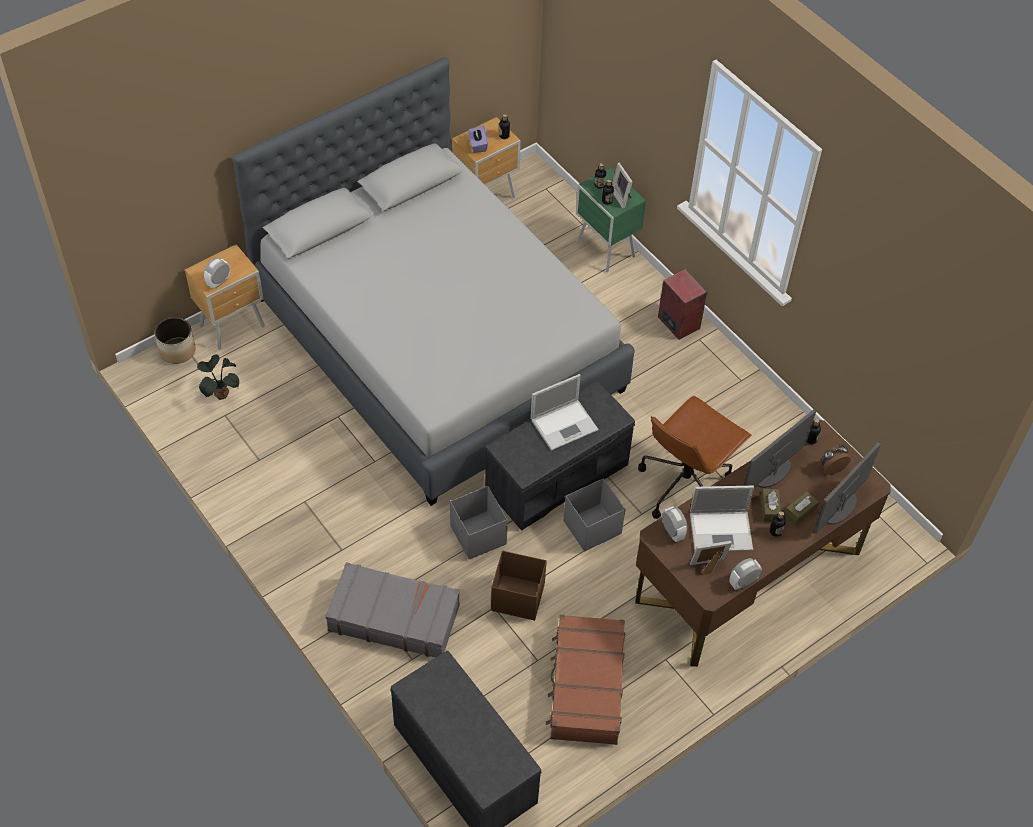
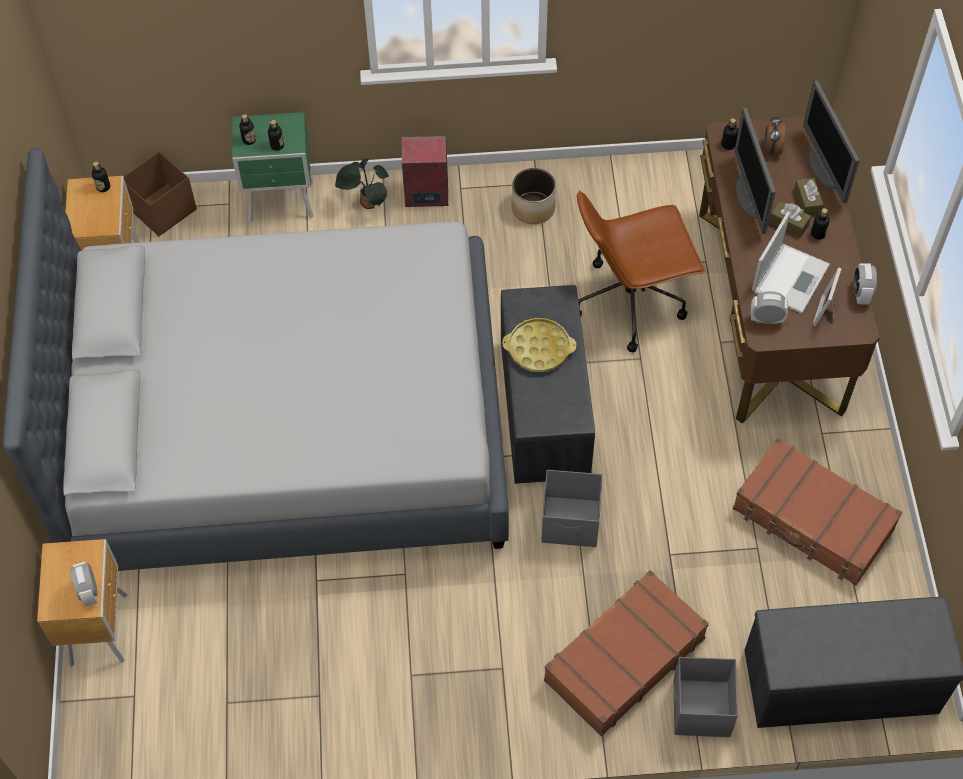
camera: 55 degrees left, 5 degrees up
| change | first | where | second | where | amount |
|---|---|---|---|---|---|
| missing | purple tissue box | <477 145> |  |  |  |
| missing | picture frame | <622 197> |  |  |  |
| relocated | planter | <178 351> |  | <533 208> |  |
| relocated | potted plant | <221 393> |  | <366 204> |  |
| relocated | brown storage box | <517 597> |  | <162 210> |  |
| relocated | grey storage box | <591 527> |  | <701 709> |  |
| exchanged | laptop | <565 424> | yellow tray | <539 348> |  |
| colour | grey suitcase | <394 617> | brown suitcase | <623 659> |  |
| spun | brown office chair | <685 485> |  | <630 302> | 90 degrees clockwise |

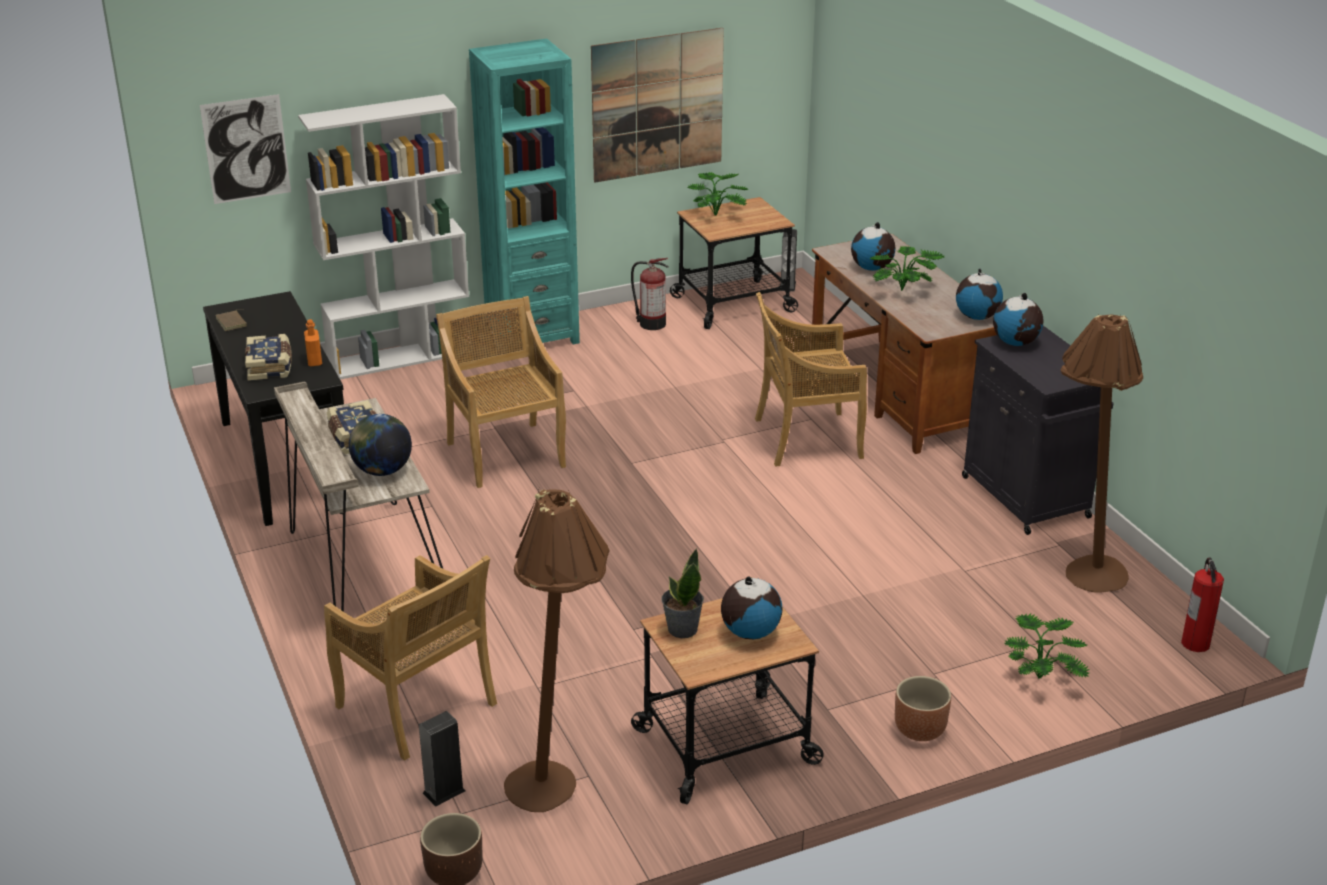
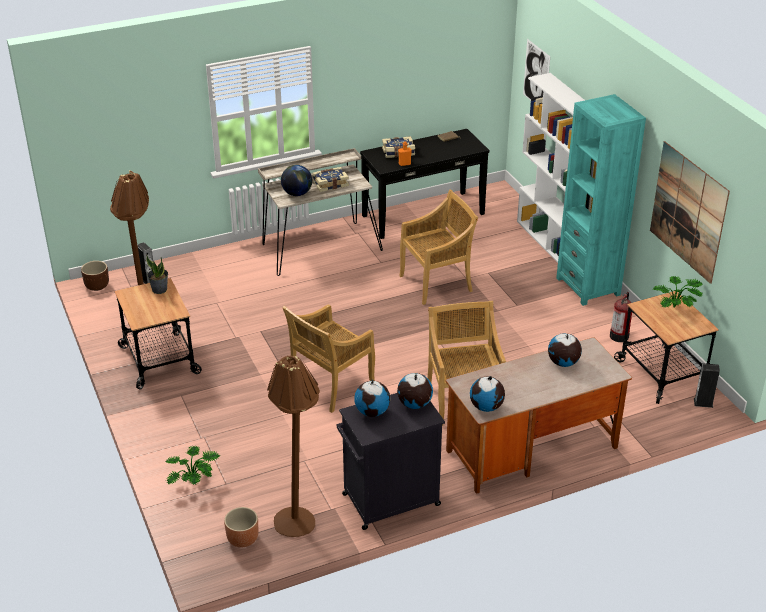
camera: 90 degrees right, 5 degrees up
| change | first | where | second | where | amount |
|---|---|---|---|---|---|
| missing | potted plant | <904 292> |  |  |  |
| missing | fire extinguisher | <1195 643> |  |  |  |
| relocated | beige chair | <418 707> |  | <330 385> |  |
| relocated | globe | <750 632> |  | <372 412> |  |
| relocated | brown planter | <919 730> |  | <243 539> |  |

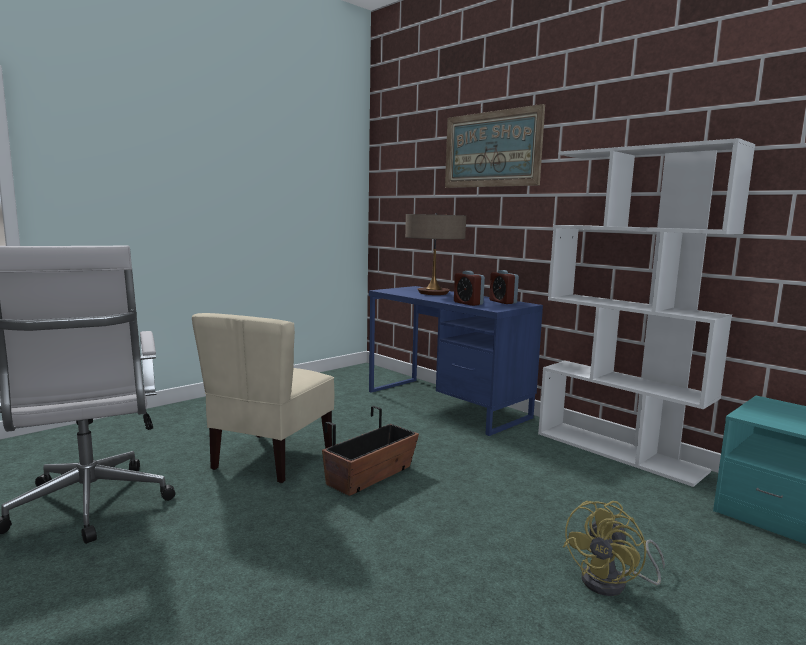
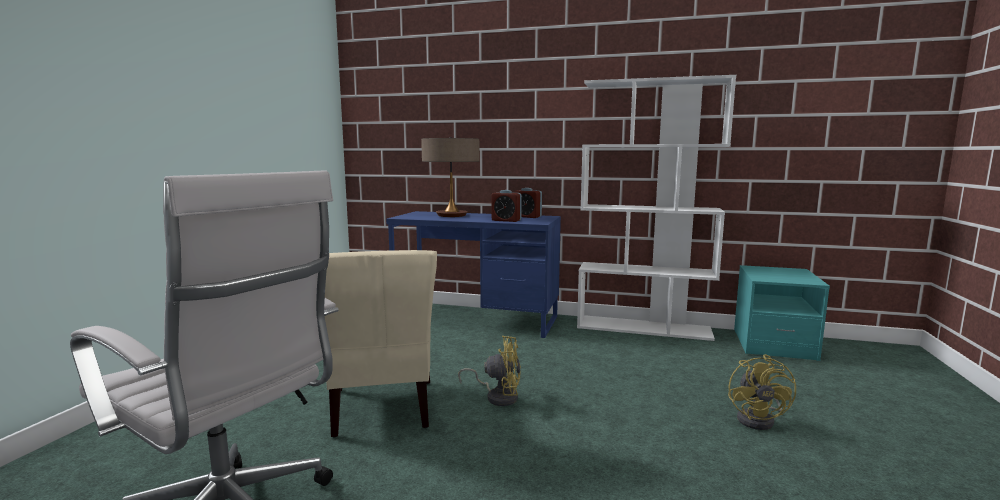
camera: 30 degrees left, 0 degrees up
| change | first | where | second | where | amount |
|---|---|---|---|---|---|
| missing | picture | <491 149> |  |  |  |
| exchanged | planter | <370 476> | yellow fan | <498 396> |  |

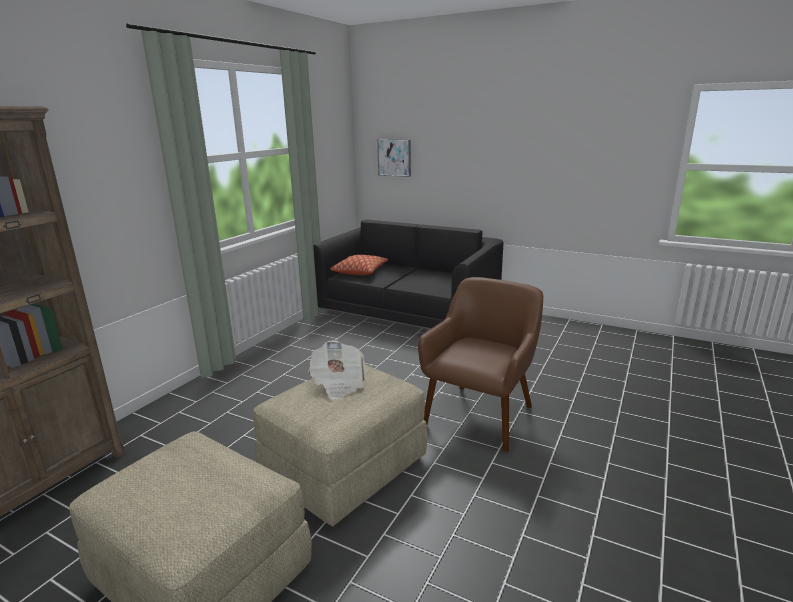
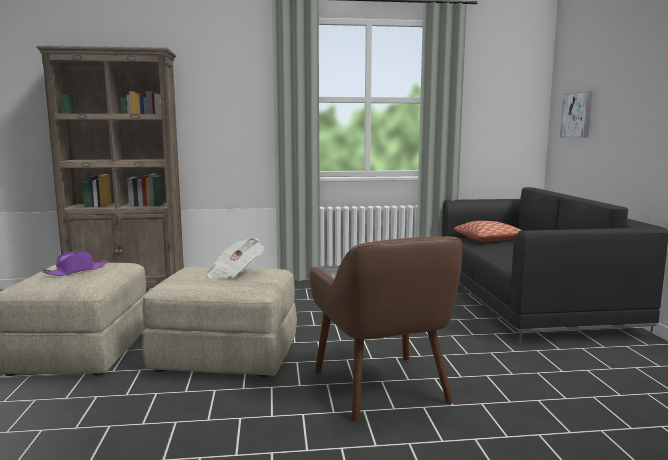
camera: 55 degrees right, 10 degrees down
| change | first | where | second | where | amount |
|---|---|---|---|---|---|
| appeared |  |  | purple hat | <76 271> |  |
| spun | brown armchair | <480 415> |  | <382 388> | 75 degrees clockwise |

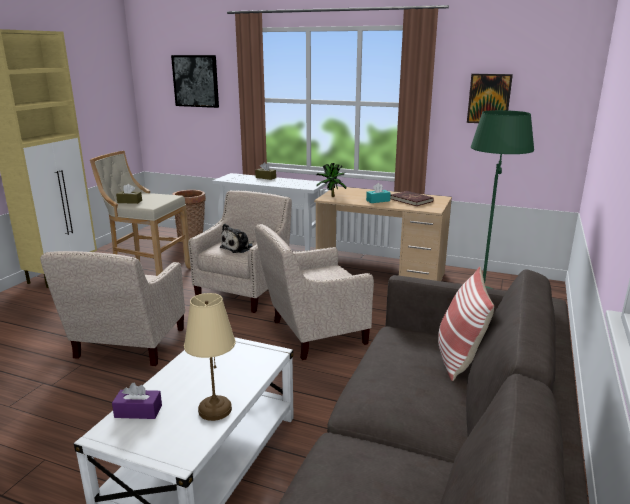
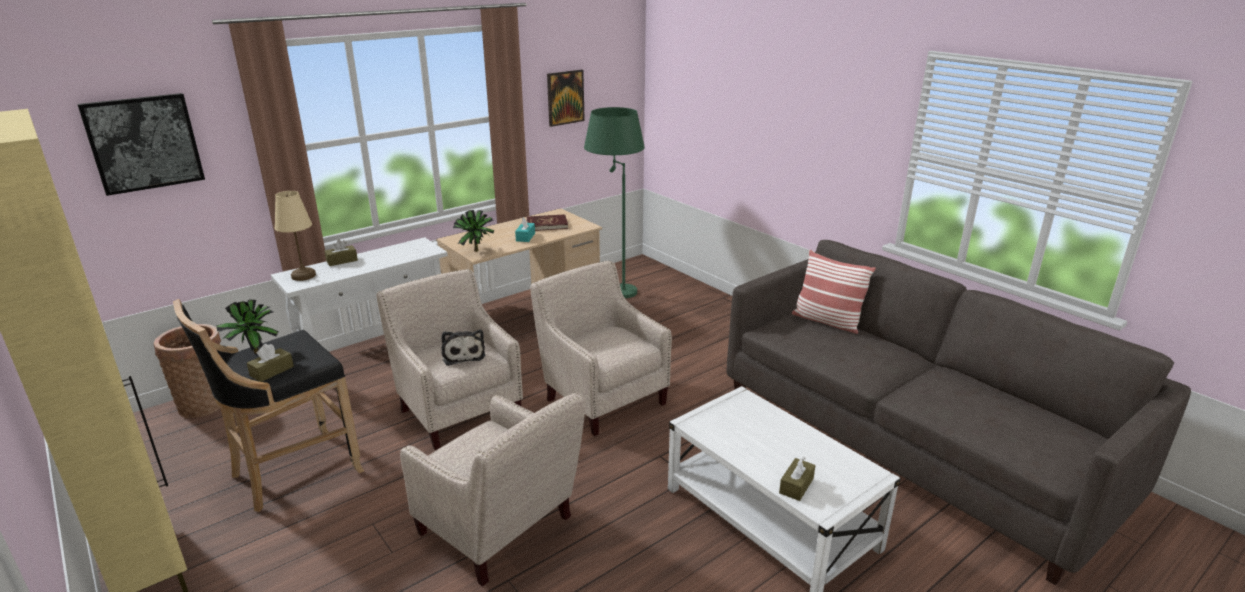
camera: 60 degrees left, 5 degrees up
| change | first | where | second | where | amount |
|---|---|---|---|---|---|
| appeared |  |  | potted plant | <252 353> |  |
| relocated | beige table lamp | <215 410> |  | <304 276> |  |
| colour | beige stool | <148 274> | black stool | <292 473> |  |
| colour | purple tissue box | <138 411> | brown tissue box | <796 486> |  |
| spun | beige armchair | <312 333> |  | <603 397> | 135 degrees clockwise |

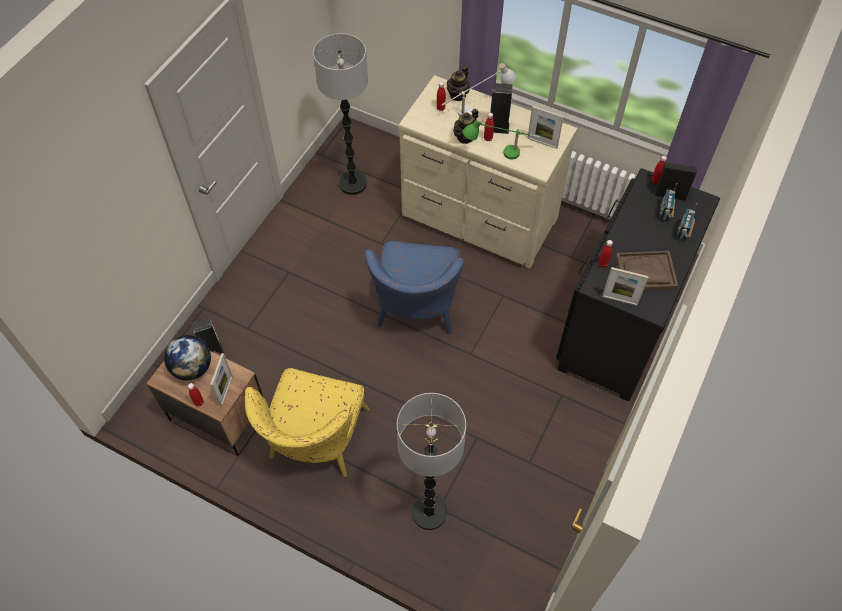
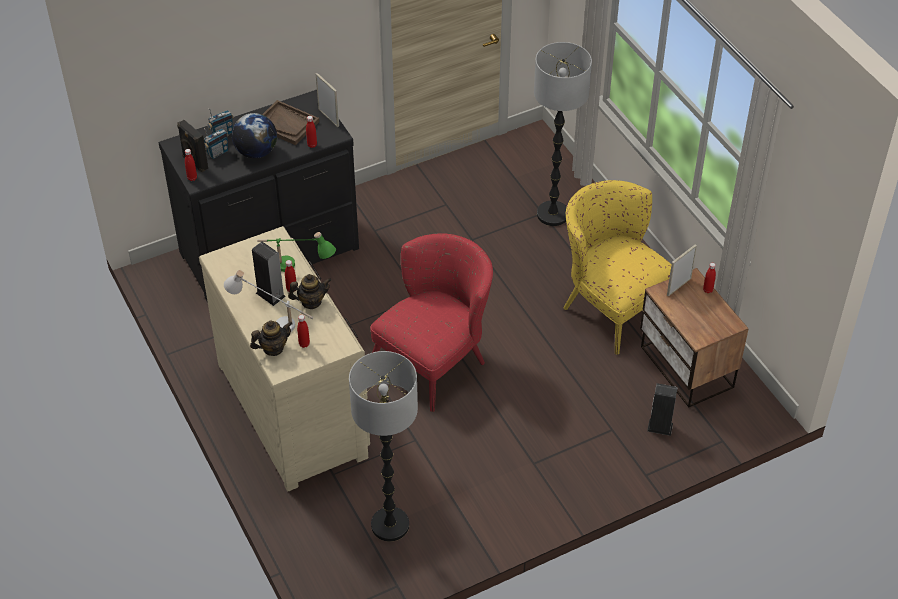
camera: 145 degrees left, 10 degrees down
| change | first | where | second | where | amount |
|---|---|---|---|---|---|
| missing | picture frame | <542 143> |  |  |  |
| relocated | globe | <192 368> |  | <256 152> |  |
| colour | blue armchair | <416 310> | red armchair | <436 358> |  |
| spun | yellow armchair | <314 443> |  | <611 303> | 90 degrees counterclockwise |

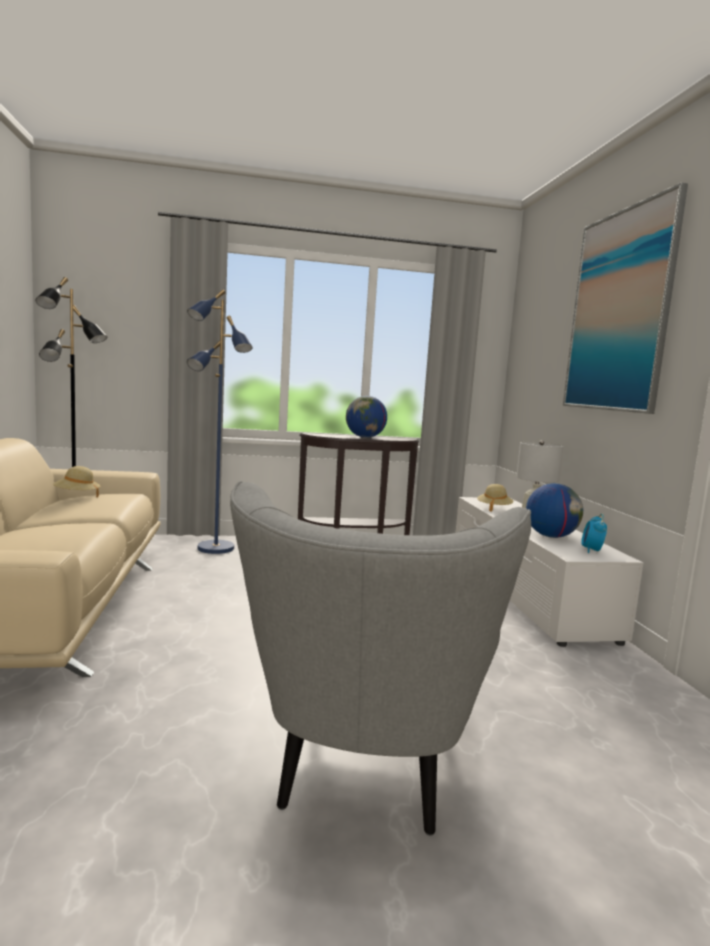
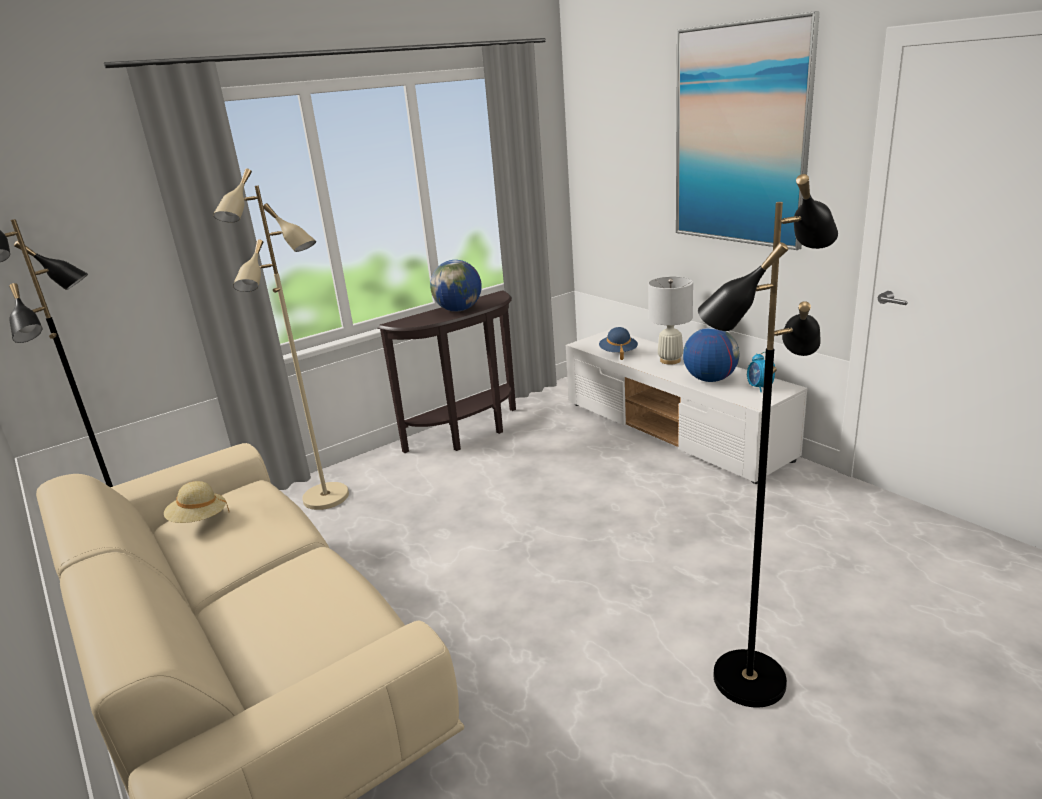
camera: 25 degrees left, 15 degrees up
| change | first | where | second | where | amount |
|---|---|---|---|---|---|
| exchanged | grey armchair | <364 767> | black floor lamp | <748 678> |  |
| colour | blue floor lamp | <215 548> | beige floor lamp | <326 498> |  |
| colour | beige hat | <494 508> | blue hat | <618 353> |  |

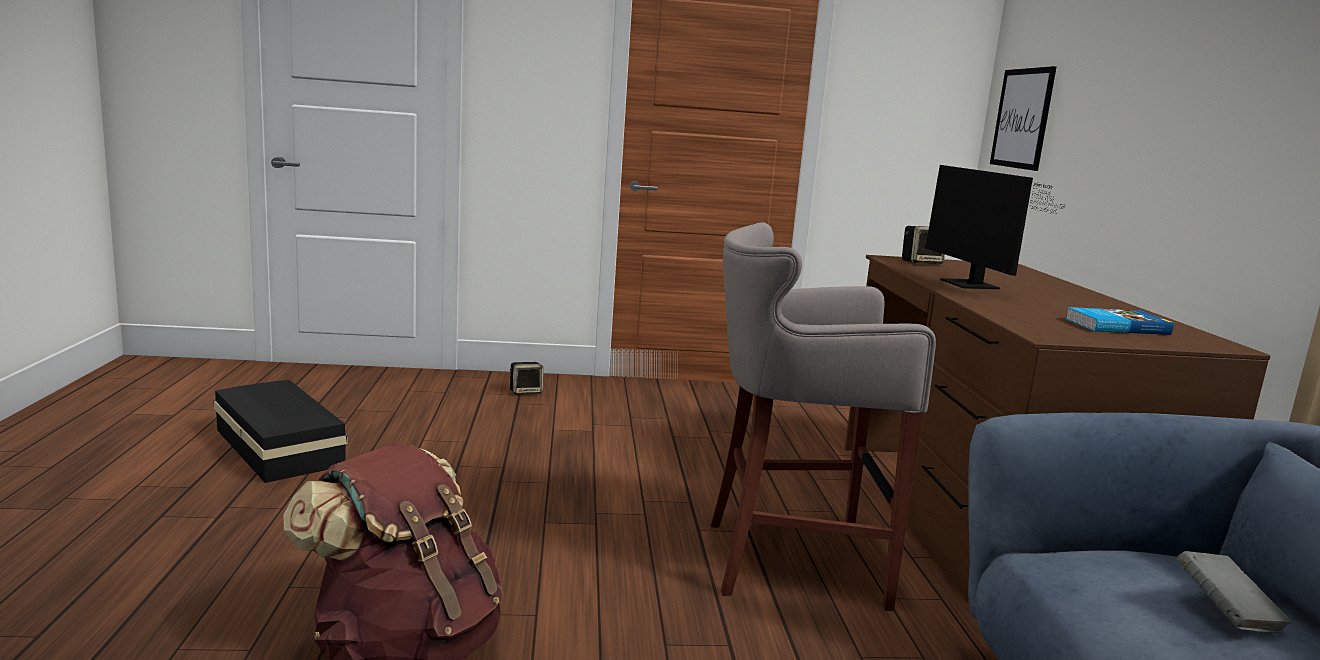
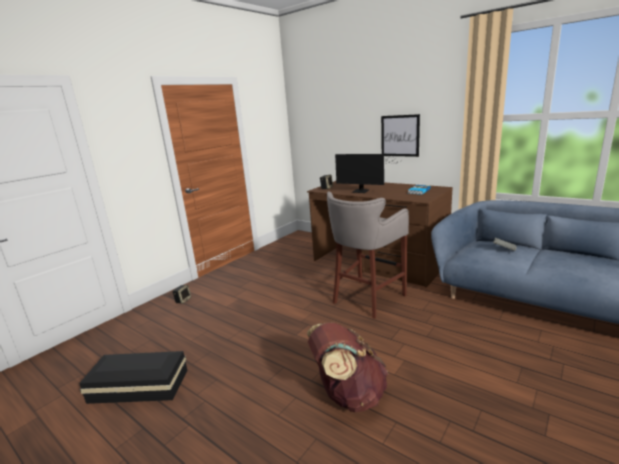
camera: 45 degrees left, 5 degrees up
| change | first | where | second | where | amount |
|---|---|---|---|---|---|
| relocated | picture | <1022 118> |  | <400 136> |  |

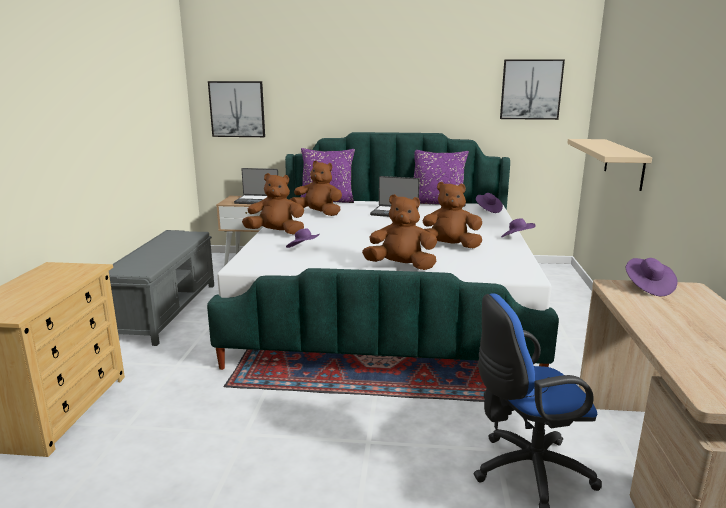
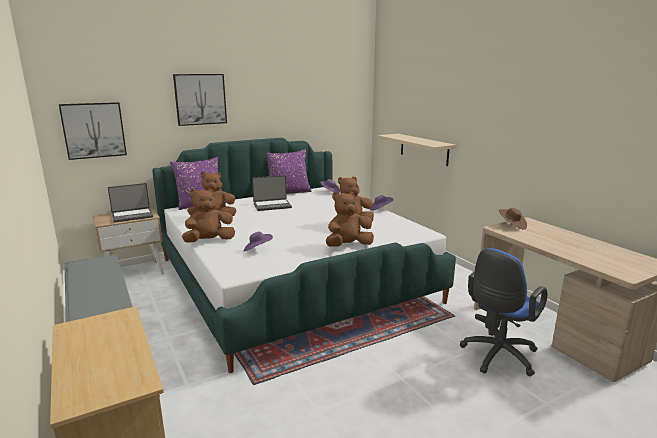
camera: 35 degrees left, 0 degrees up
| change | first | where | second | where | amount |
|---|---|---|---|---|---|
| relocated | picture | <531 89> |  | <200 99> |  |
| colour | purple hat | <648 287> | brown hat | <512 225> |  |

